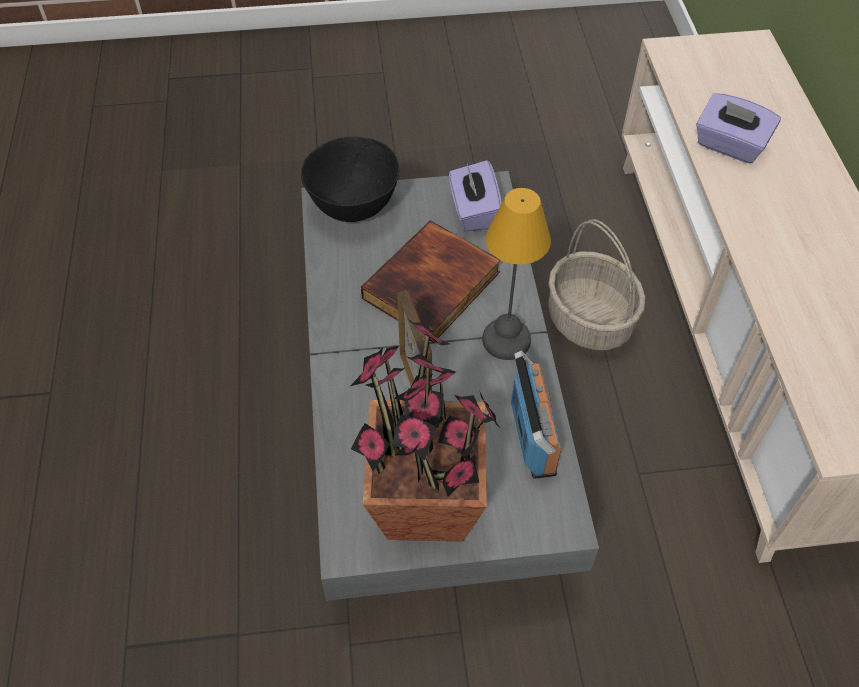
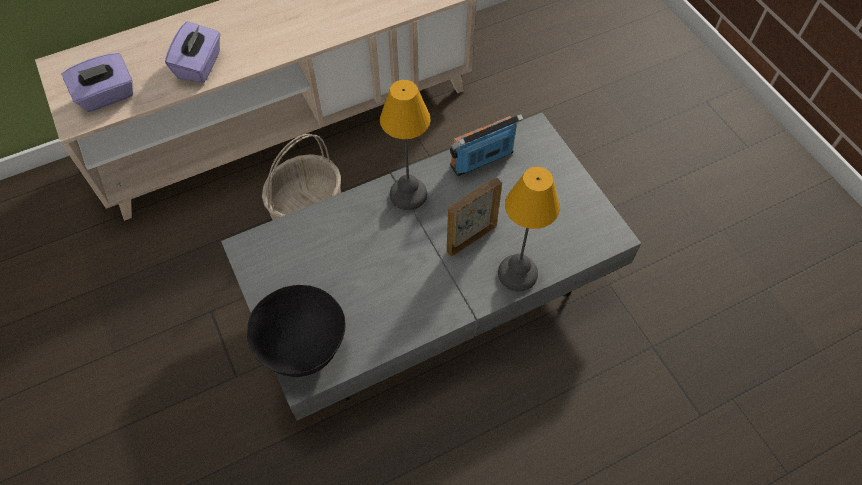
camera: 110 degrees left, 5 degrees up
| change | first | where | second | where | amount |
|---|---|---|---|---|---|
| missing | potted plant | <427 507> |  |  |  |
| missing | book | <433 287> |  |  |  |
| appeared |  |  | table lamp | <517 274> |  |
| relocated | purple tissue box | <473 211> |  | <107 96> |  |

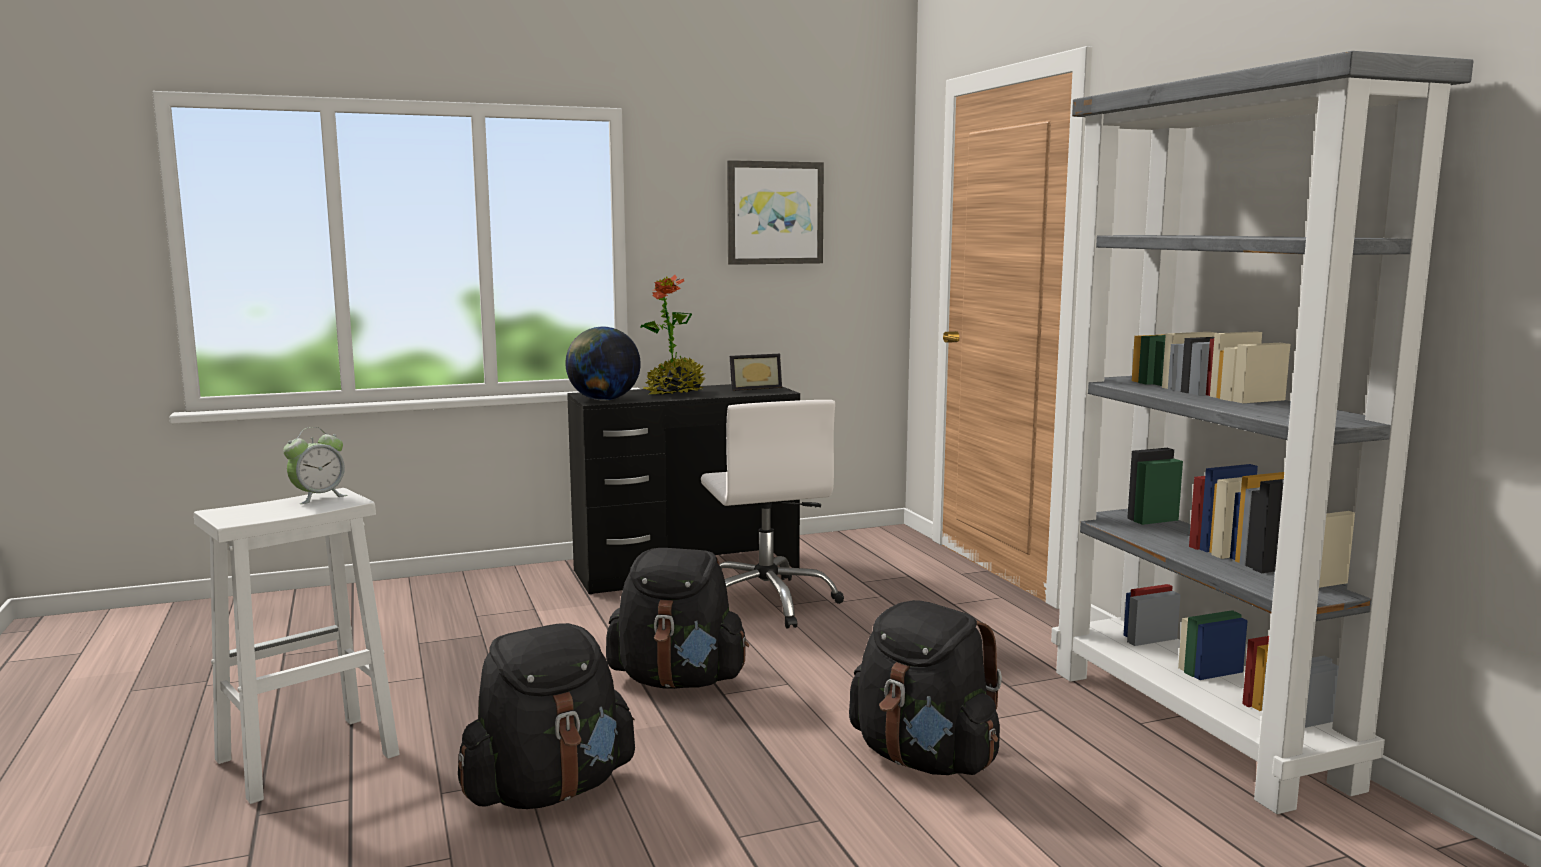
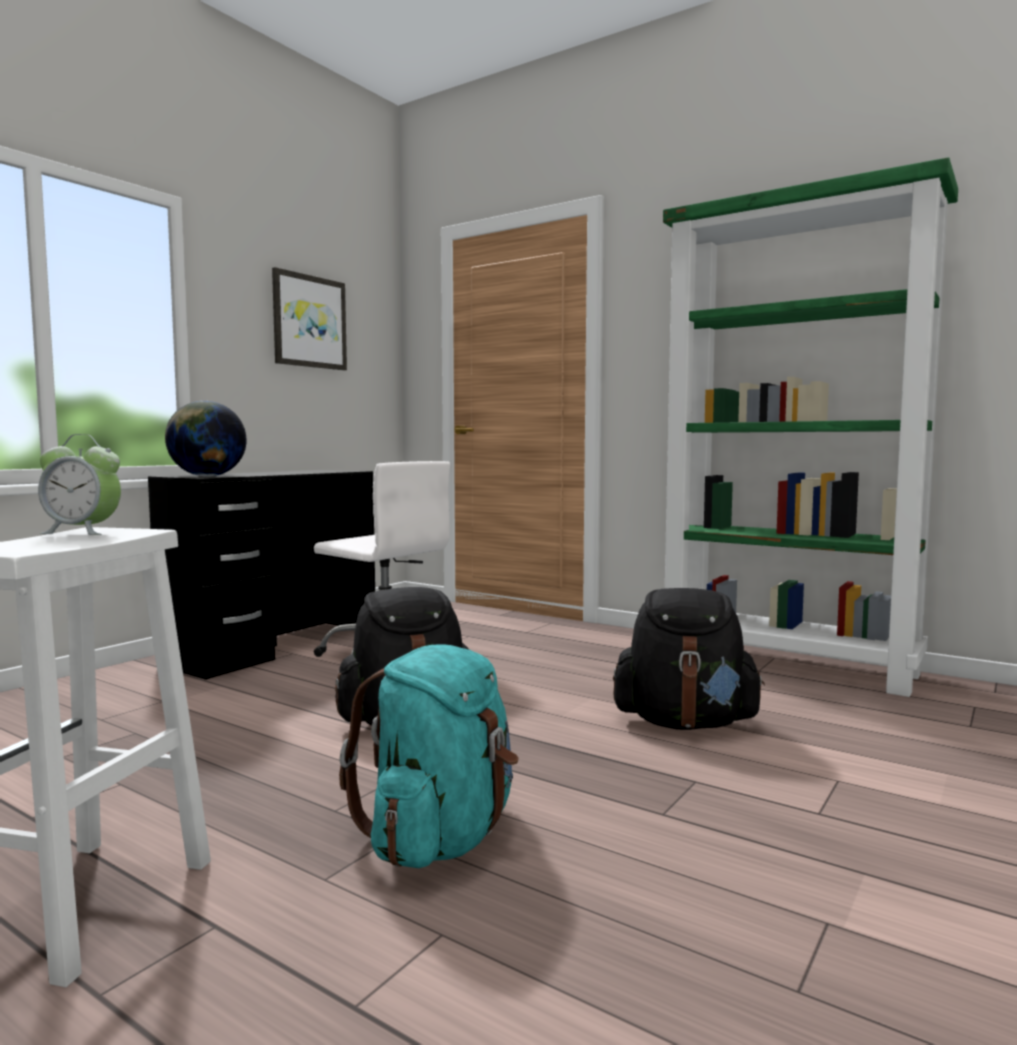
camera: 35 degrees left, 5 degrees down
| change | first | where | second | where | amount |
|---|---|---|---|---|---|
| missing | potted plant | <674 392> |  |  |  |
| missing | picture frame | <754 388> |  |  |  |
| colour | black backpack | <549 791> | turquoise backpack | <440 837> |  |
| colour | grey bookcase | <1198 726> | green bookcase | <788 665> |  |
| spun | alarm clock | <318 497> |  | <82 532> | 90 degrees clockwise |

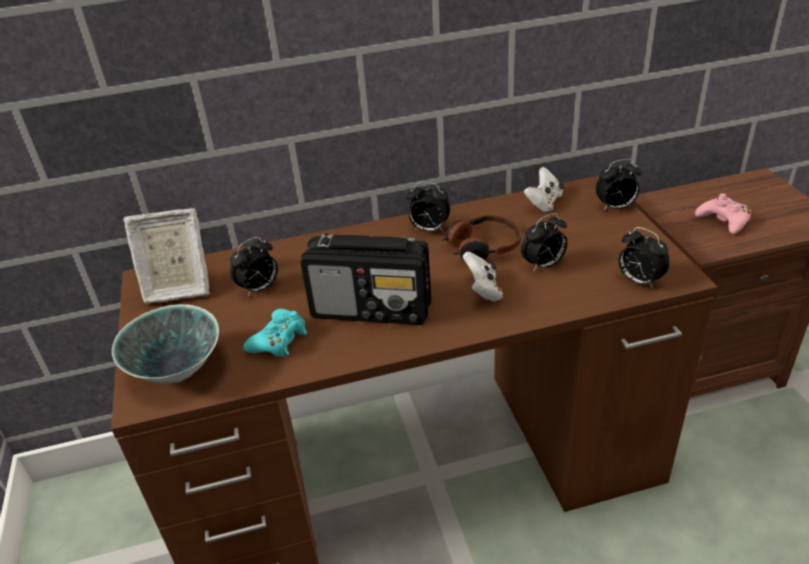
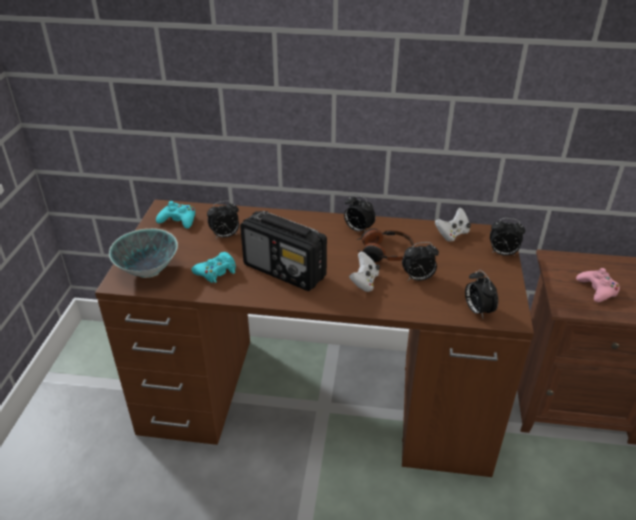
camera: 20 degrees right, 0 degrees up
| change | first | where | second | where | amount |
|---|---|---|---|---|---|
| exchanged | picture frame | <177 288> | turquoise game controller | <178 220> |  |

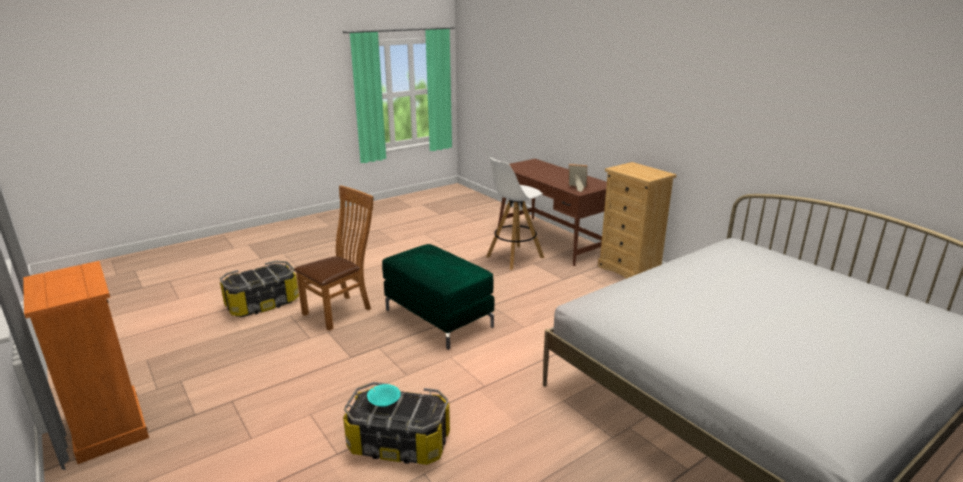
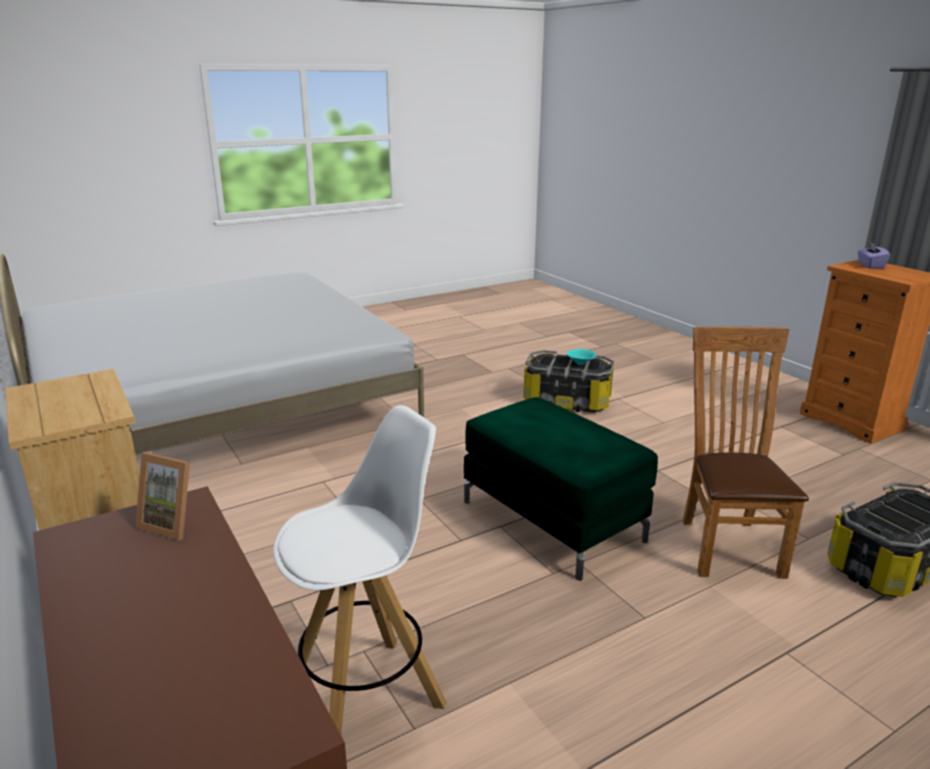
camera: 175 degrees left, 0 degrees up
| change | first | where | second | where | amount |
|---|---|---|---|---|---|
| appeared |  |  | purple tissue box | <870 266> |  |
| spun | brown chair | <341 310> |  | <727 543> | 135 degrees clockwise |

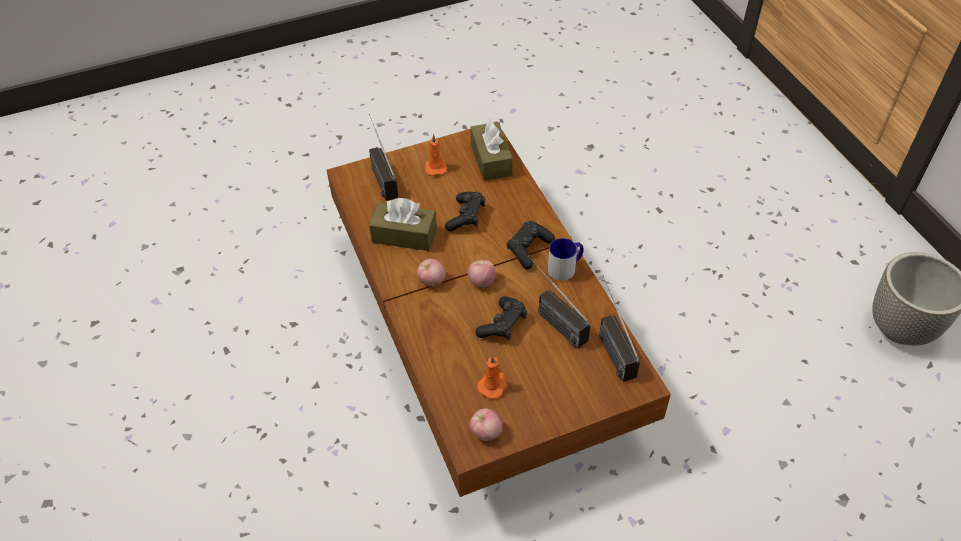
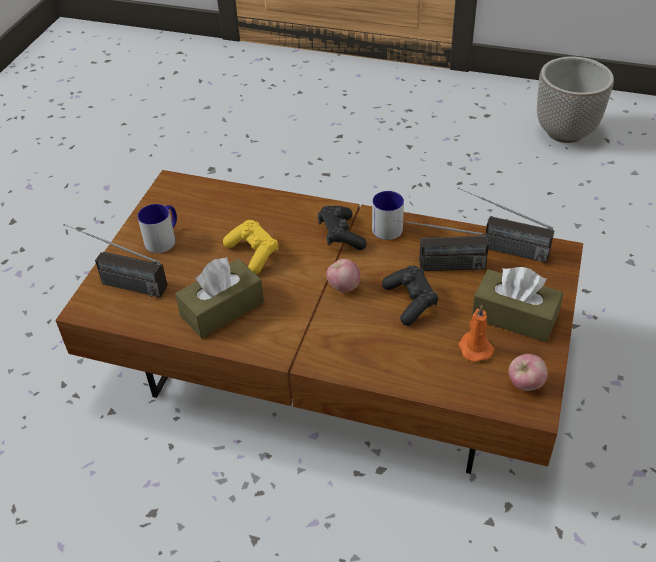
camera: 50 degrees left, 5 degrees down
| change | first | where | second | where | amount |
|---|---|---|---|---|---|
| missing | apple | <431 281> |  |  |  |
| relocated | brown tissue box | <491 160> |  | <514 316> |  |
| exchanged | orange candle | <435 167> | mug | <164 238> |  |
| colour | black game controller | <466 217> | yellow game controller | <253 253> |  |

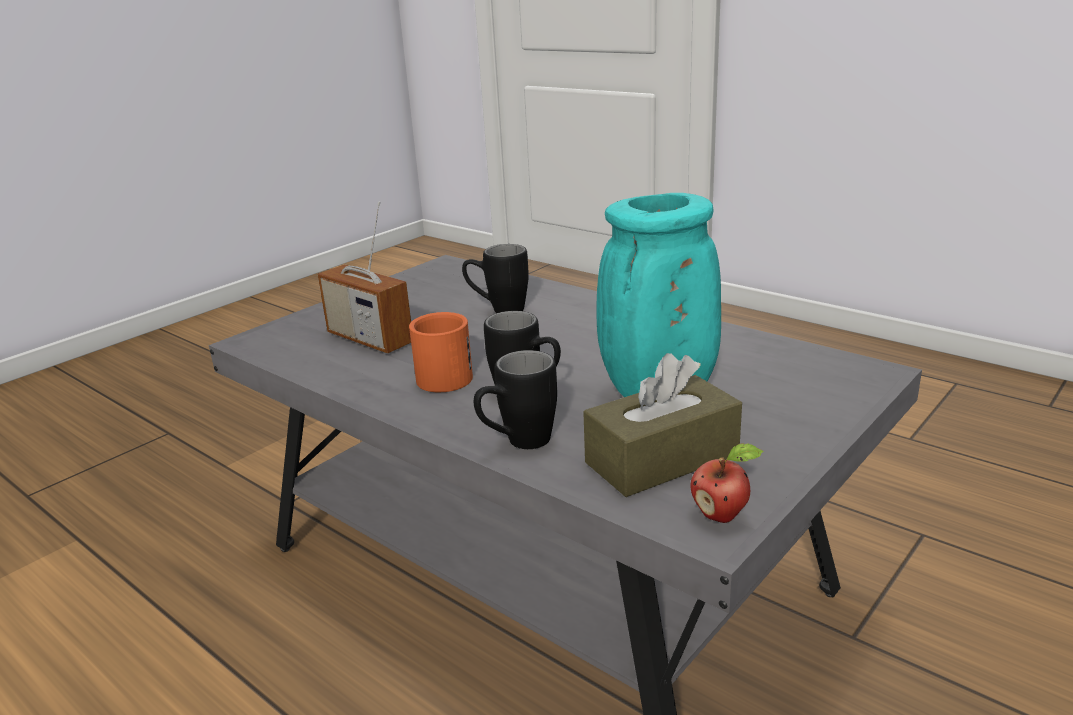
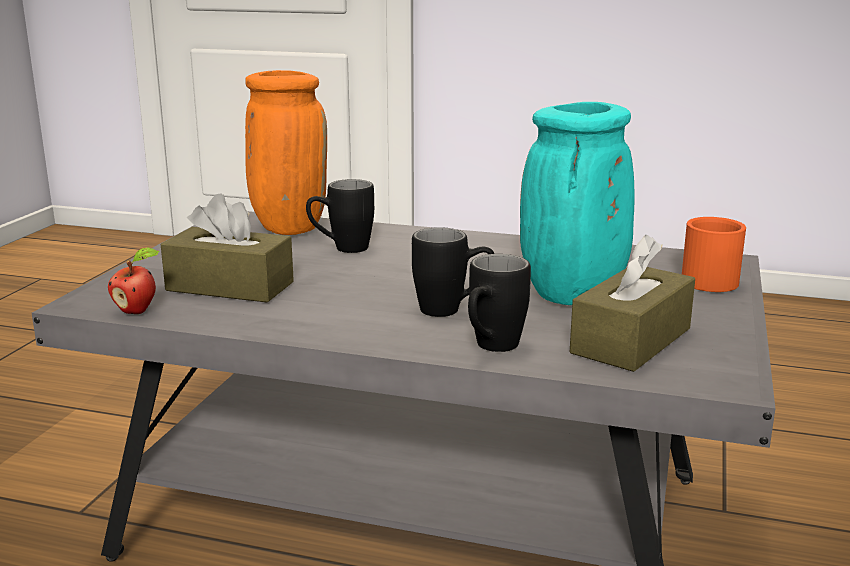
camera: 25 degrees left, 5 degrees down
| change | first | where | second | where | amount |
|---|---|---|---|---|---|
| appeared |  |  | orange vase | <287 228> |  |
| relocated | orange mug | <448 373> |  | <703 278> |  |
| relocated | apple | <722 515> |  | <138 311> |  |
| exchanged | radio | <369 339> | brown tissue box | <230 286> |  |

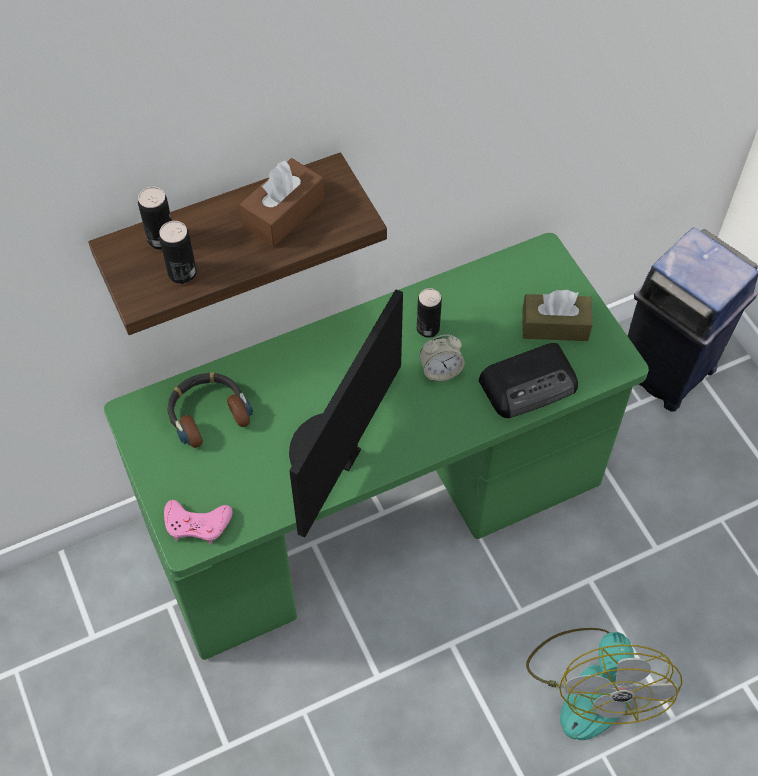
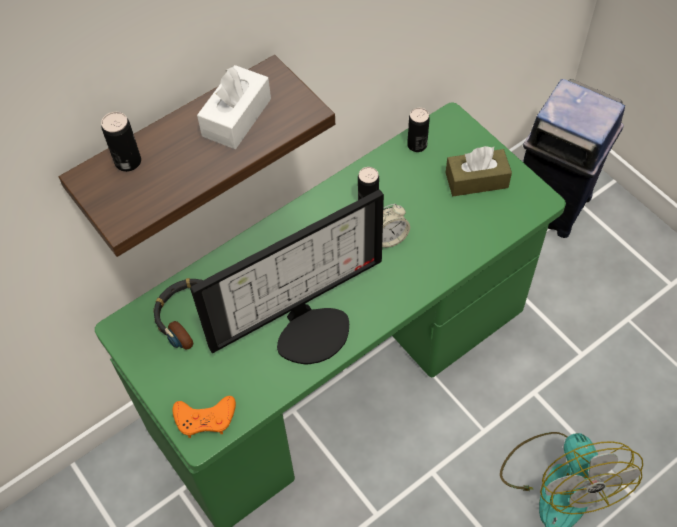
camera: 10 degrees left, 0 degrees up
| change | first | where | second | where | amount |
|---|---|---|---|---|---|
| missing | radio | <530 384> |  |  |  |
| relocated | can | <182 273> |  | <417 145> |  |
| colour | pink game controller | <197 524> | orange game controller | <205 418> |  |
| colour | brown tissue box | <283 213> | white tissue box | <236 117> |  |
| spun | monitor | <331 451> |  | <310 328> | 135 degrees counterclockwise |

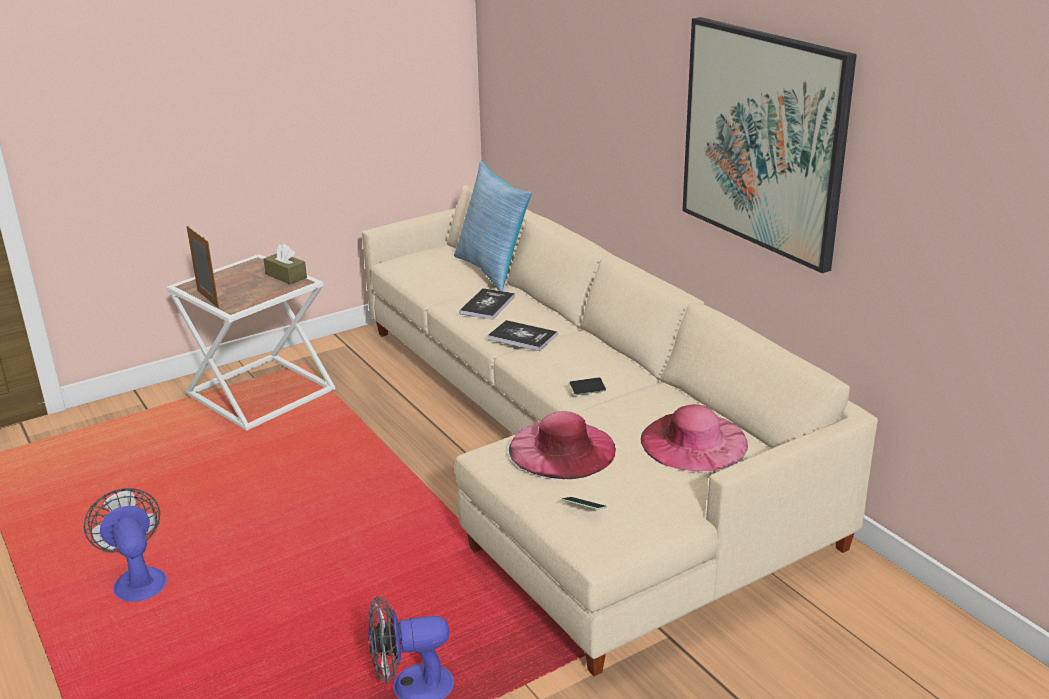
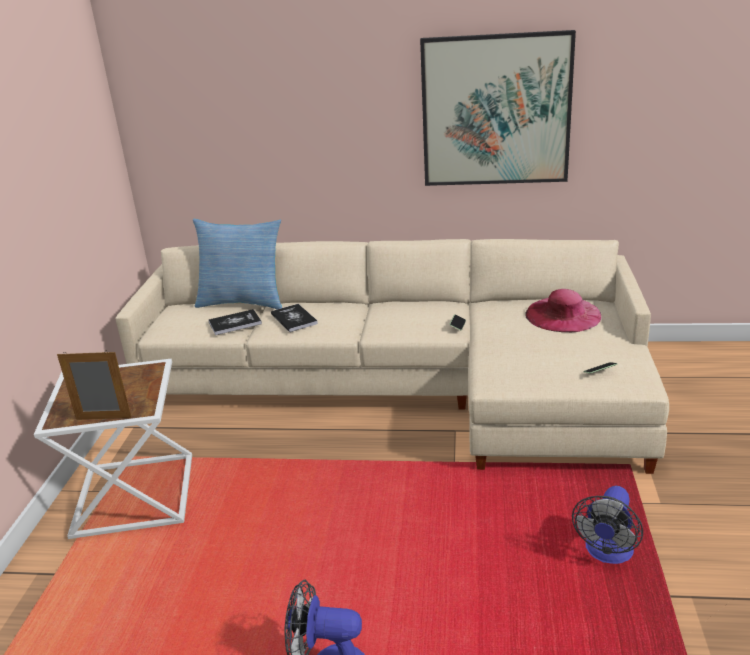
camera: 50 degrees left, 0 degrees up
| change | first | where | second | where | amount |
|---|---|---|---|---|---|
| missing | brown tissue box | <286 276> |  |  |  |
| missing | pink hat | <562 449> |  |  |  |
| relocated | book | <522 337> |  | <235 323> |  |

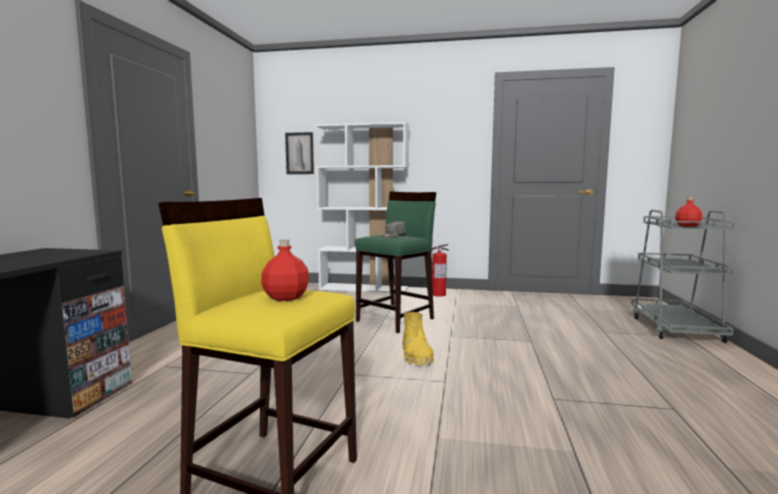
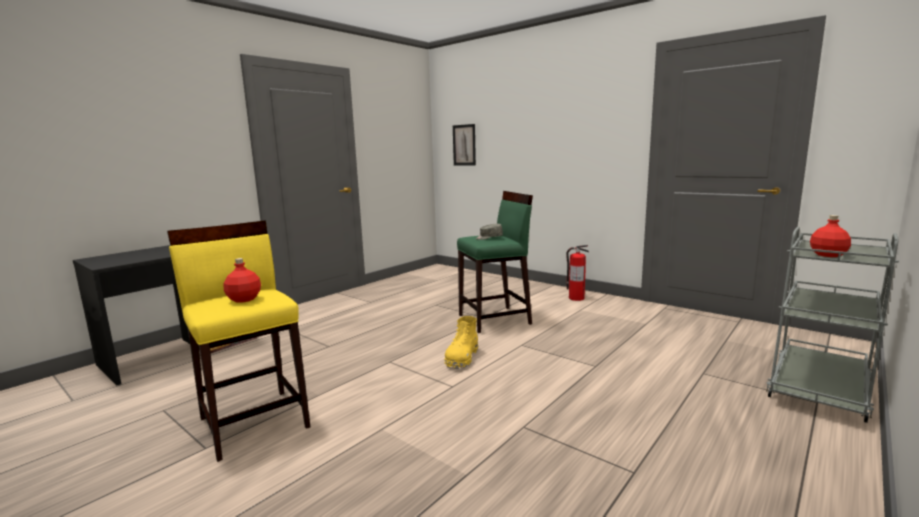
camera: 30 degrees right, 5 degrees up
| change | first | where | second | where | amount |
|---|---|---|---|---|---|
| missing | white bookcase | <364 288> |  |  |  |

